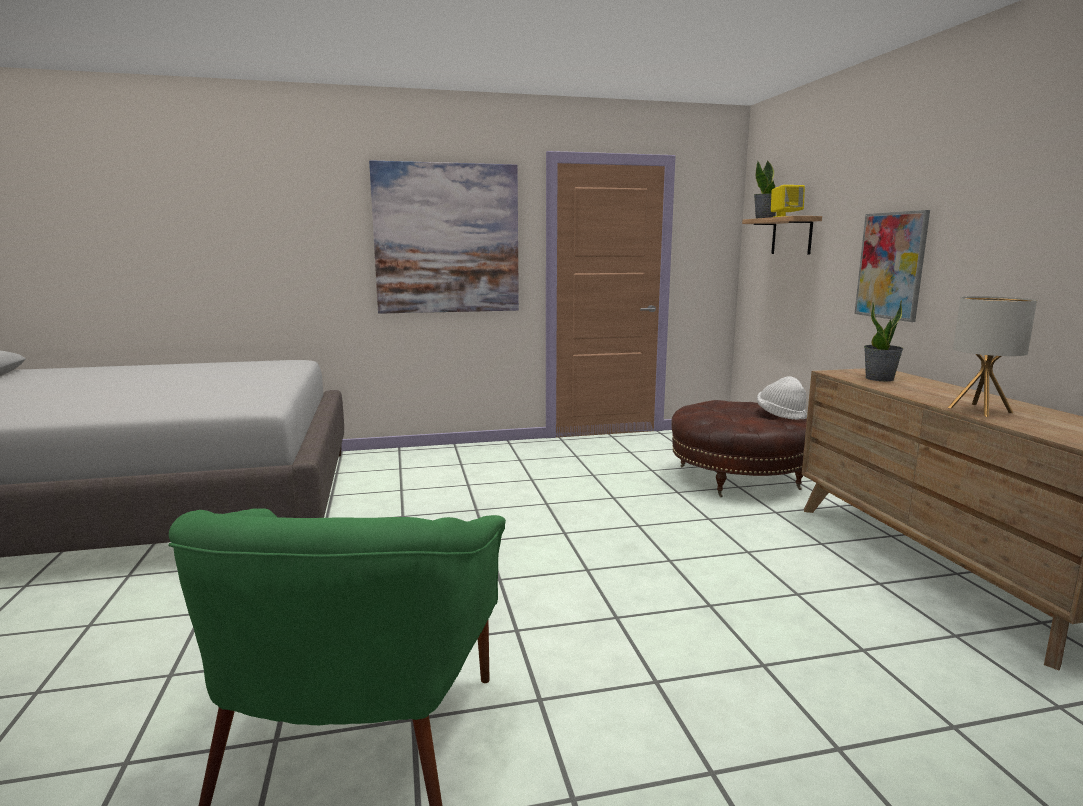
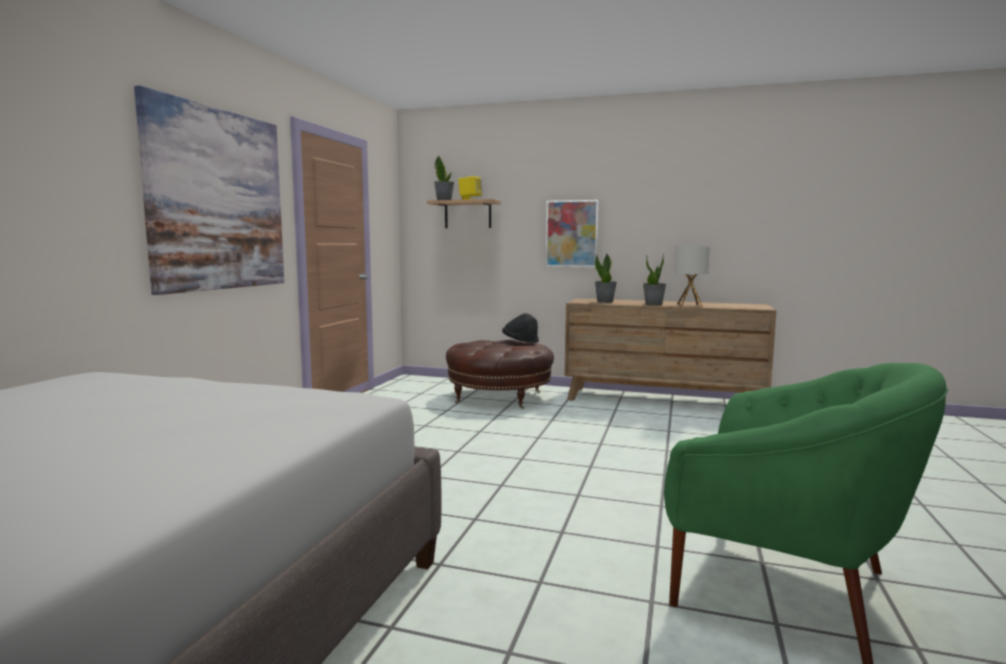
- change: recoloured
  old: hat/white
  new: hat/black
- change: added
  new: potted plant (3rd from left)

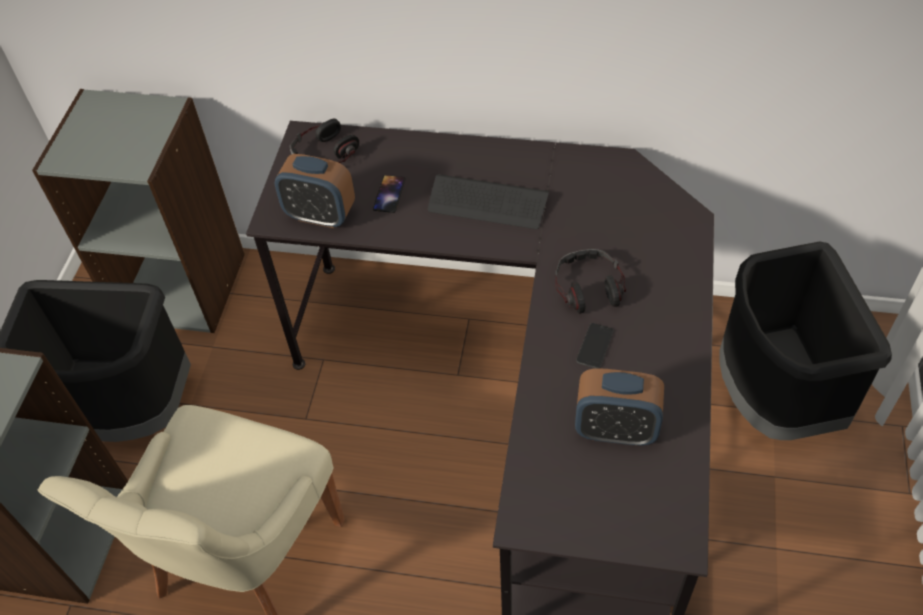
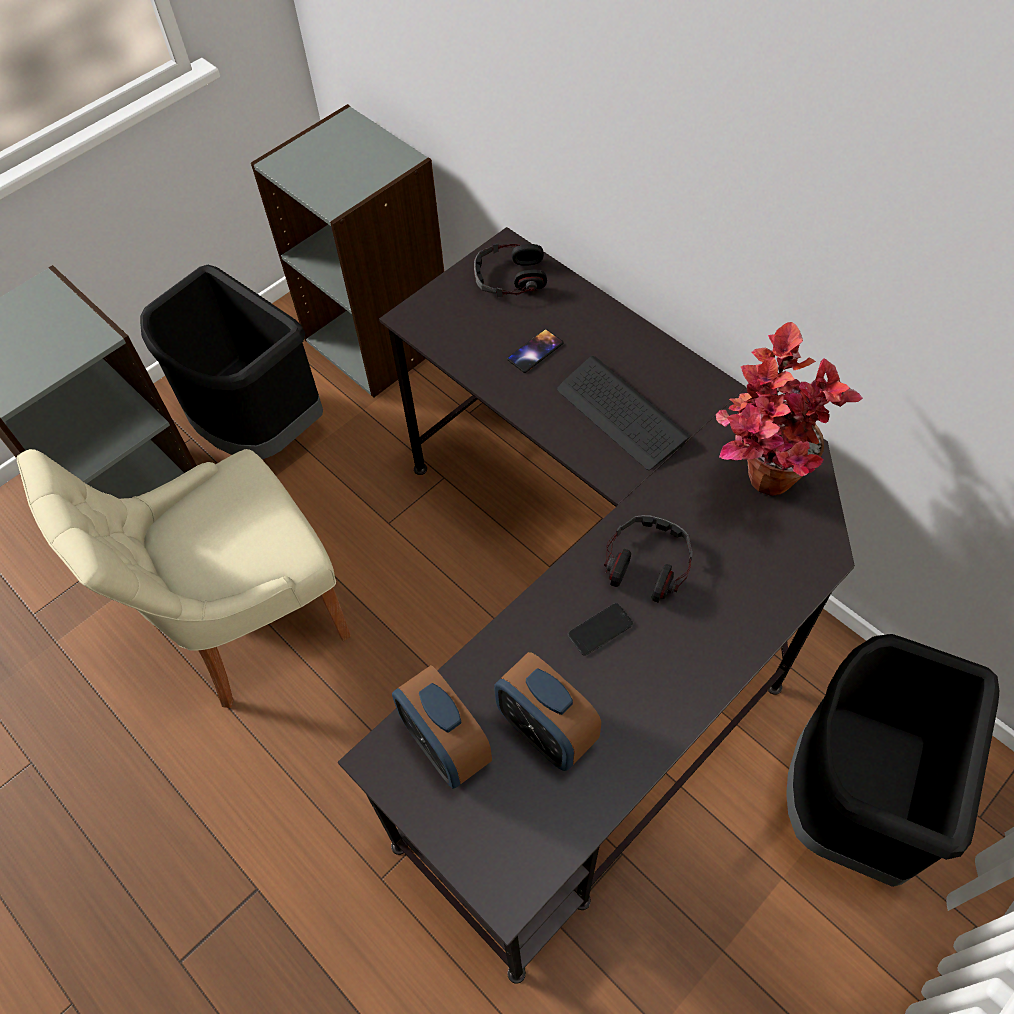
- change: moved
  old: alarm clock (1st from left)
- change: added
  new: potted plant

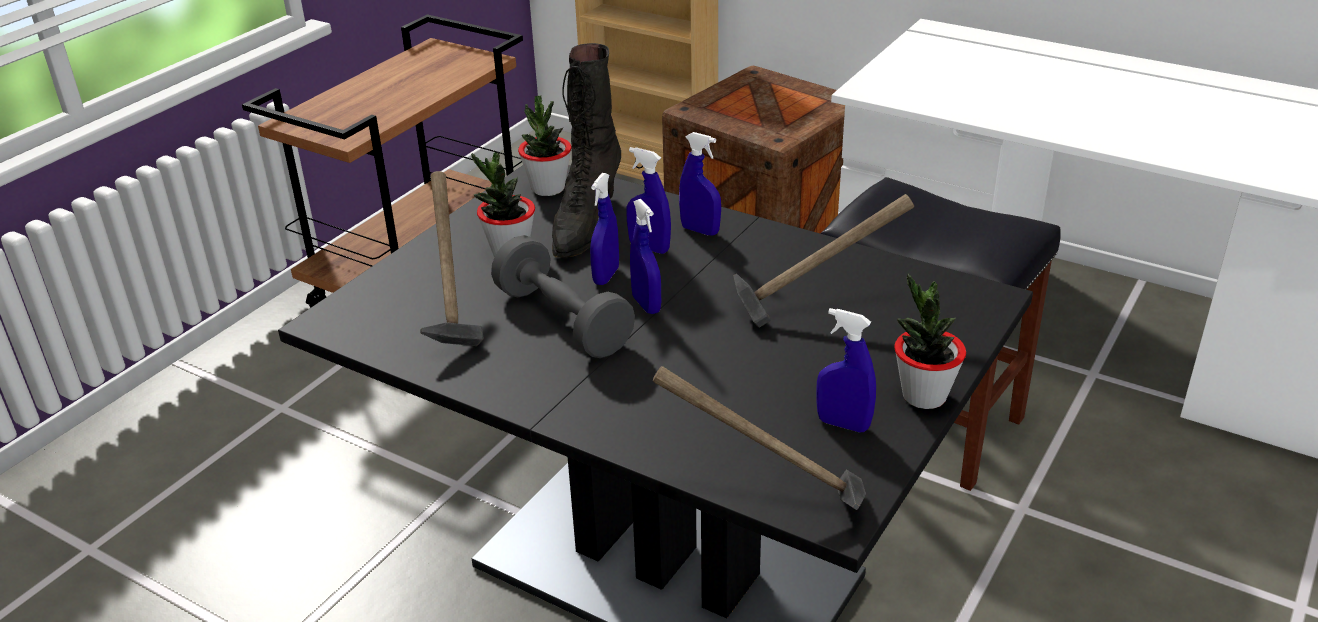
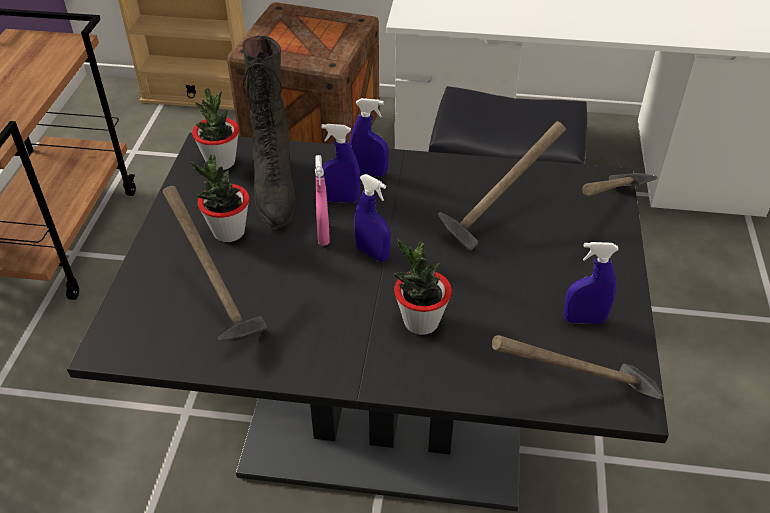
- change: recoloured
  old: spray bottle/blue (1st from left)
  new: spray bottle/pink
- change: removed
  old: dumbbell/grey
- change: moved
  old: potted plant (3rd from left)
- change: added
  new: hammer (4th from left)

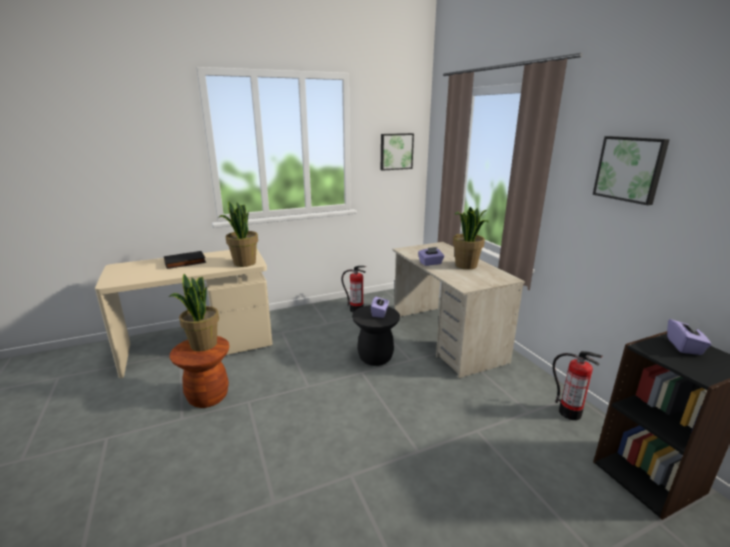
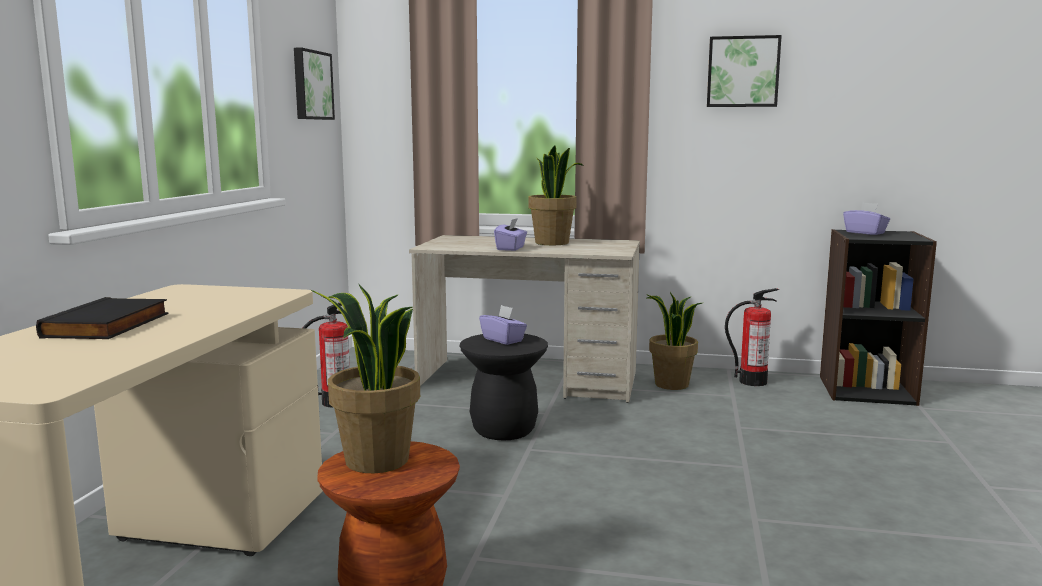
- change: moved
  old: potted plant (2nd from left in the first image)
  new: potted plant (3rd from left)

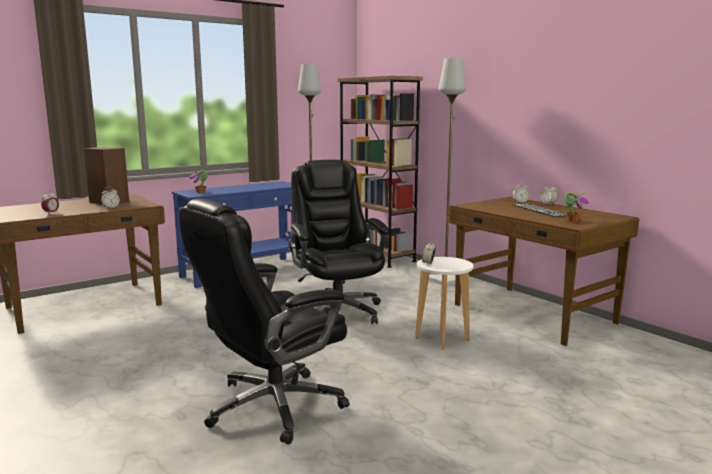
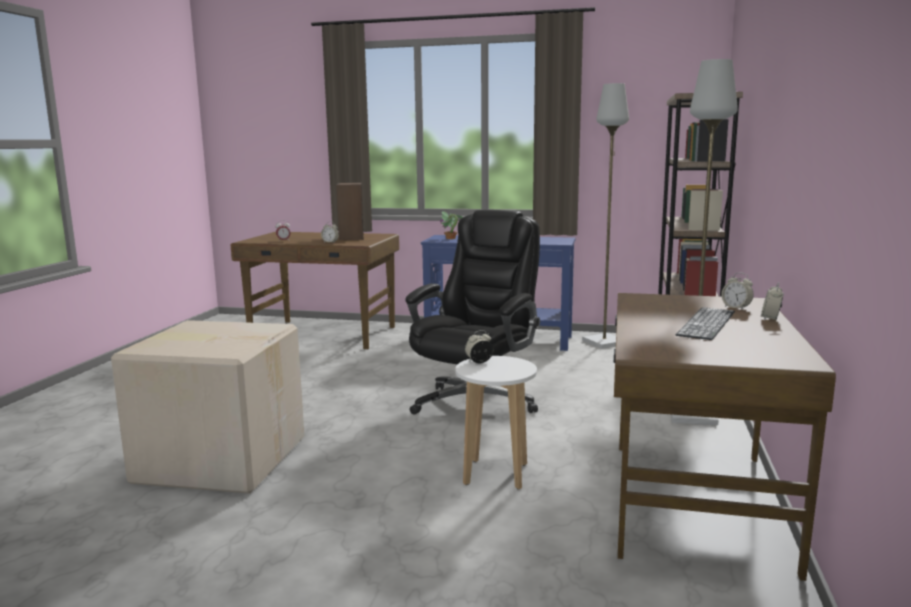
- change: removed
  old: potted plant (2nd from left)
- change: replaced
  old: office chair/black (1st from left)
  new: cardboard box

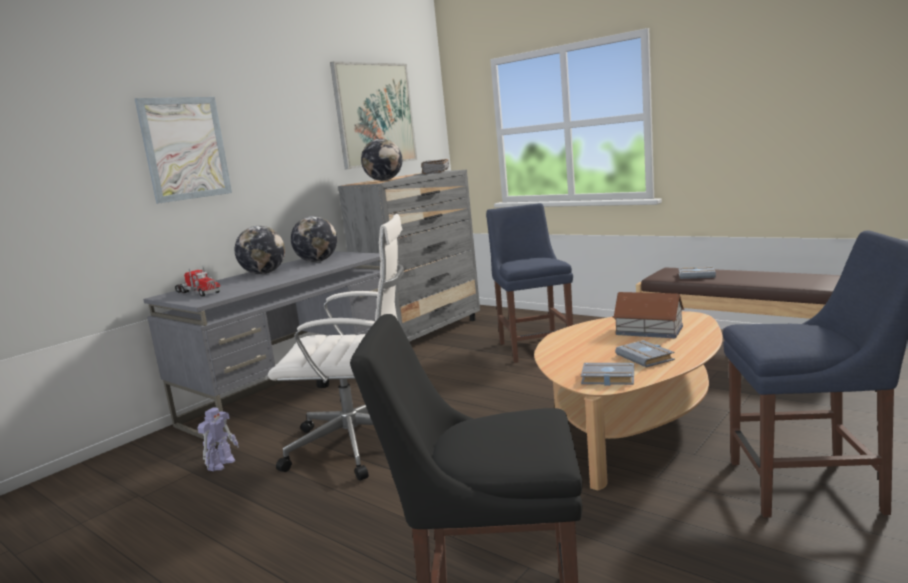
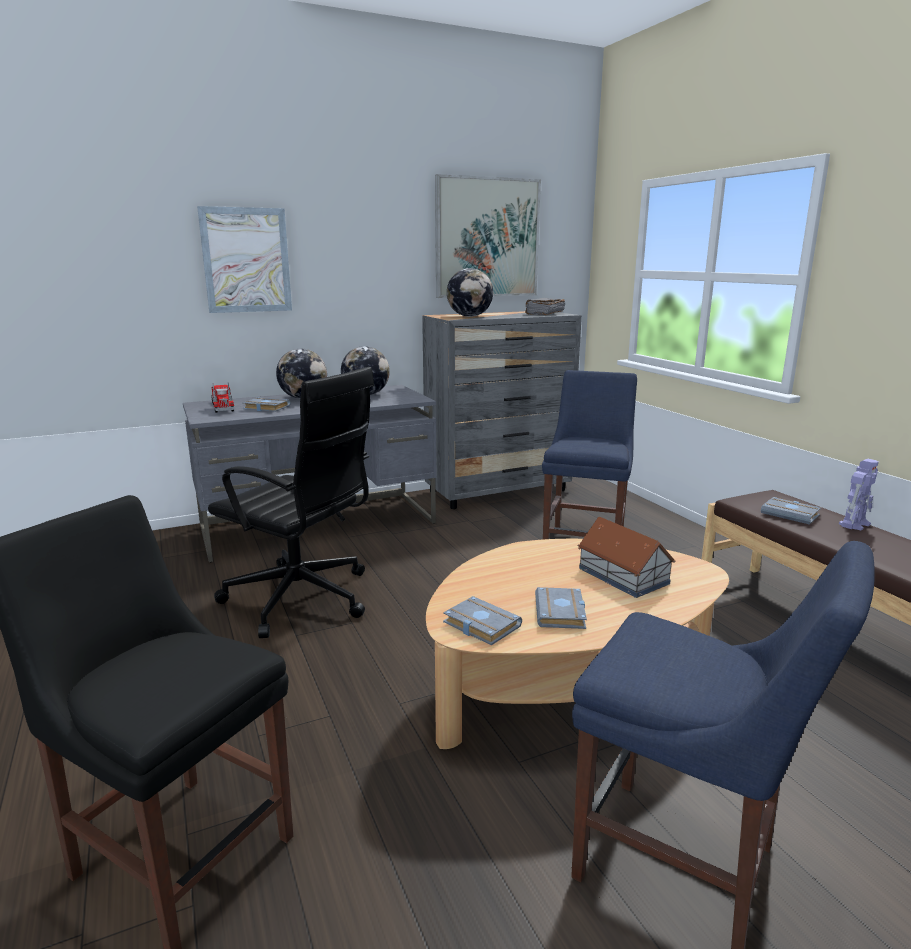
- change: recoloured
  old: office chair/white
  new: office chair/black
- change: moved
  old: toy robot
- change: added
  new: book/grey (1st from left)

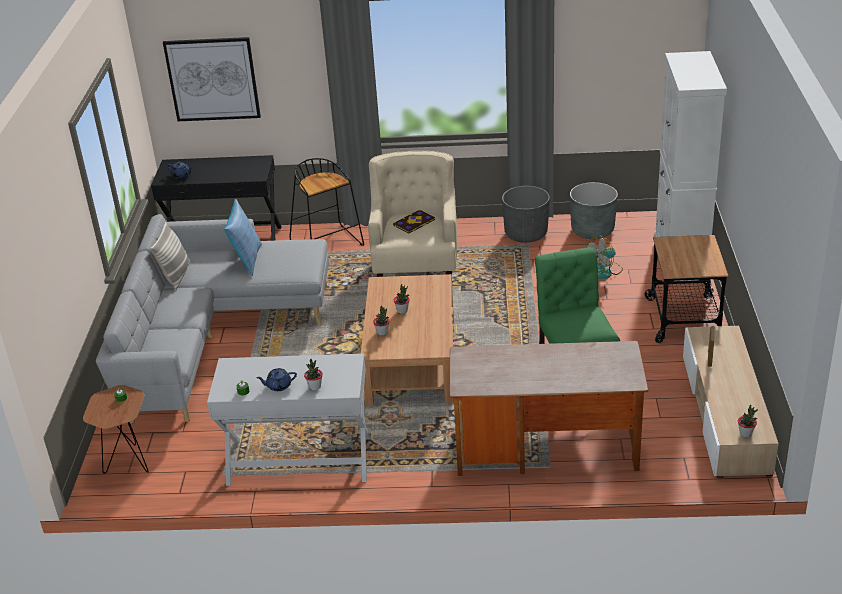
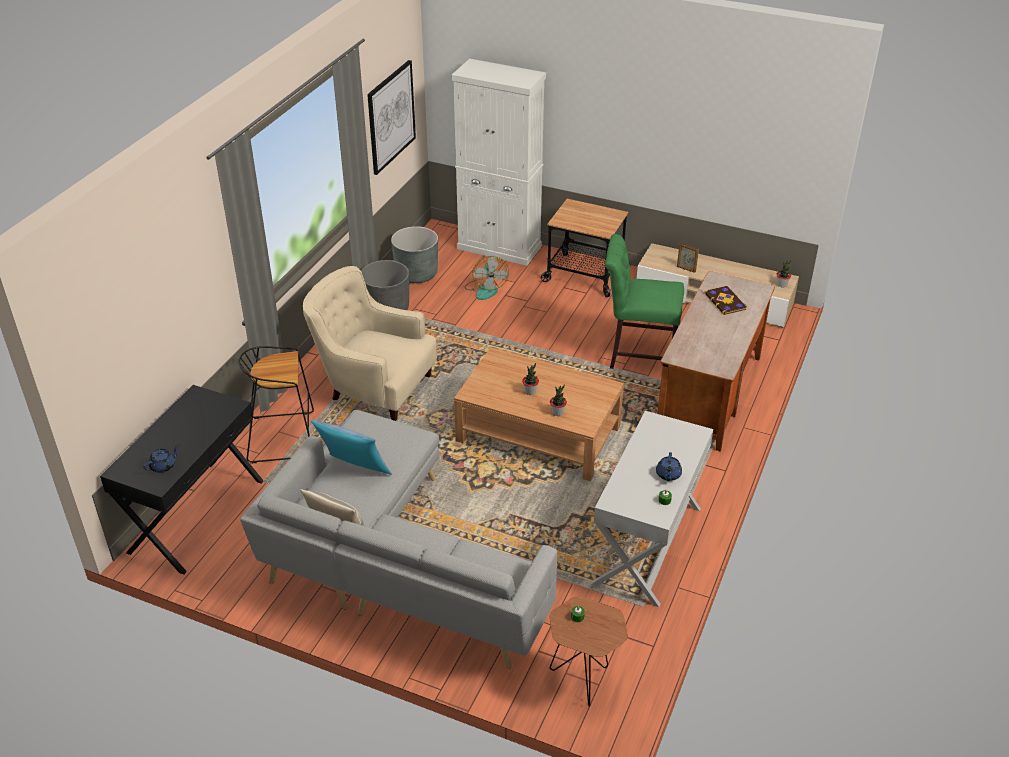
- change: moved
  old: picture
- change: moved
  old: book
- change: removed
  old: potted plant (1st from left)

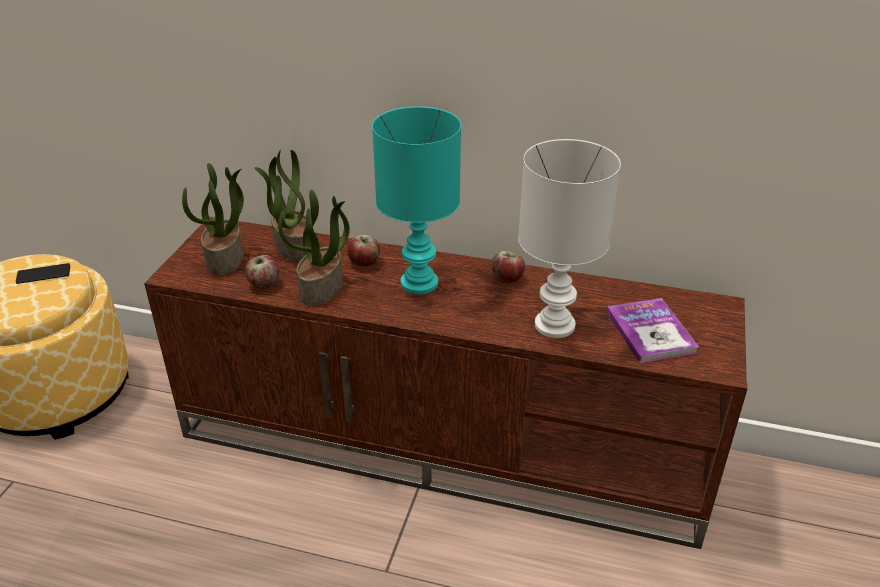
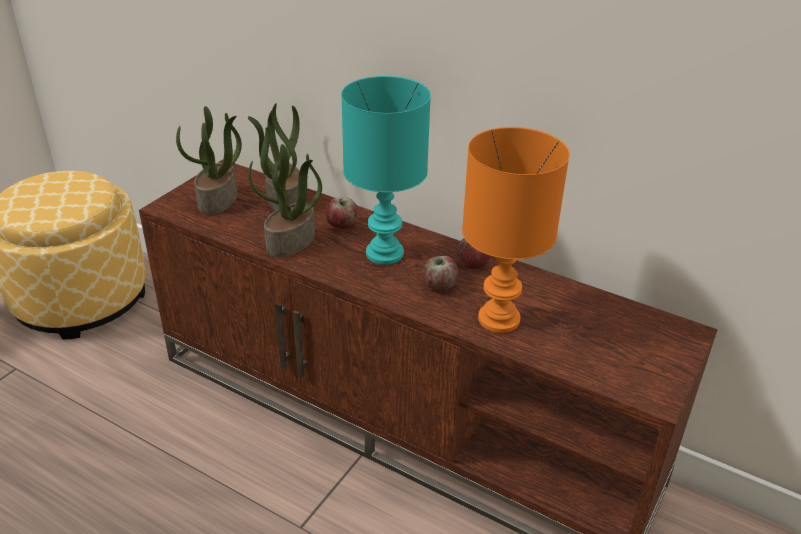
- change: recoloured
  old: table lamp/white
  new: table lamp/orange
- change: moved
  old: apple (1st from left in the first image)
  new: apple (2nd from left)
- change: removed
  old: phone
- change: removed
  old: book

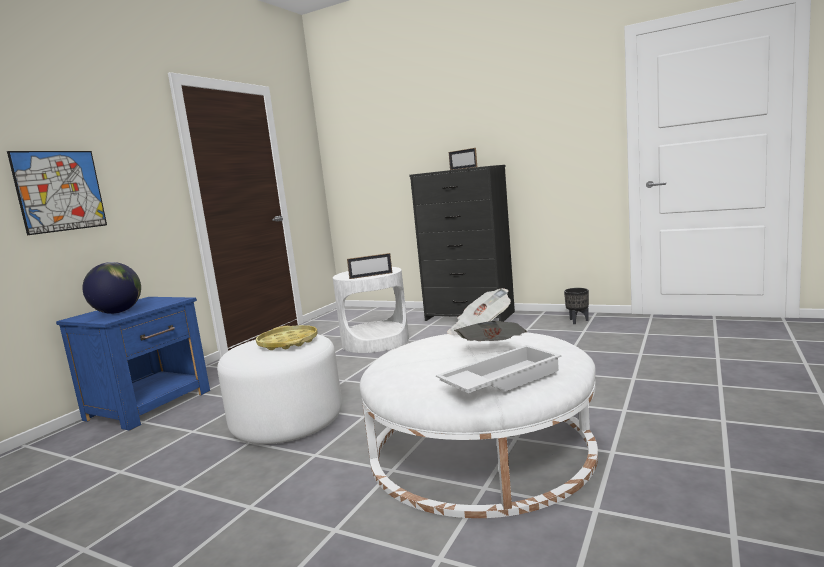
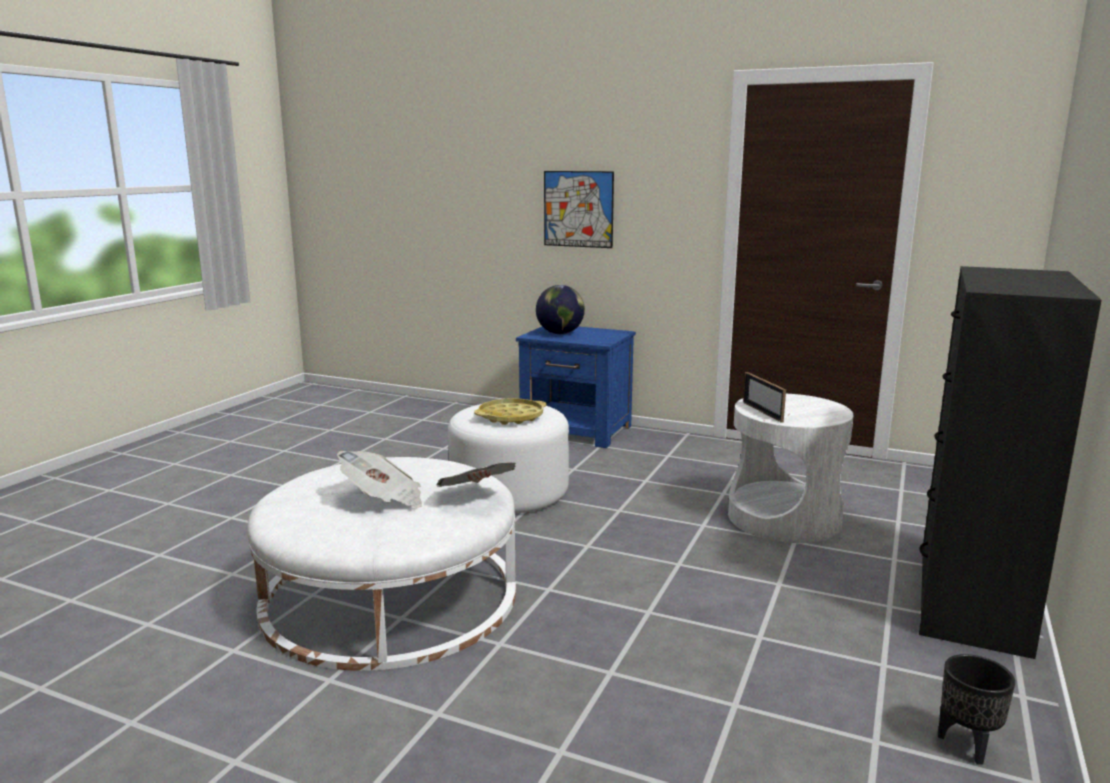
- change: removed
  old: picture frame (2nd from left)
- change: removed
  old: tray/white

